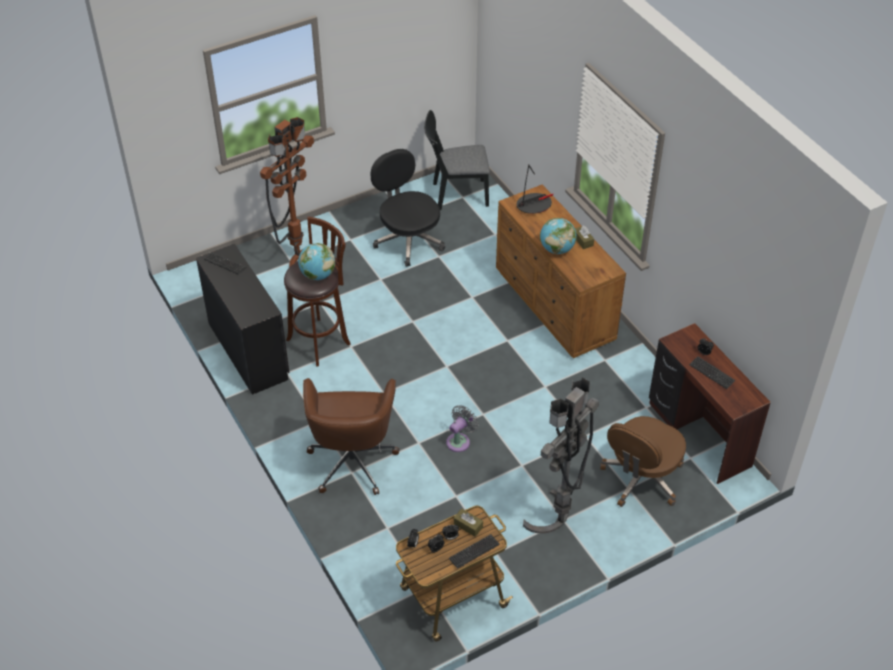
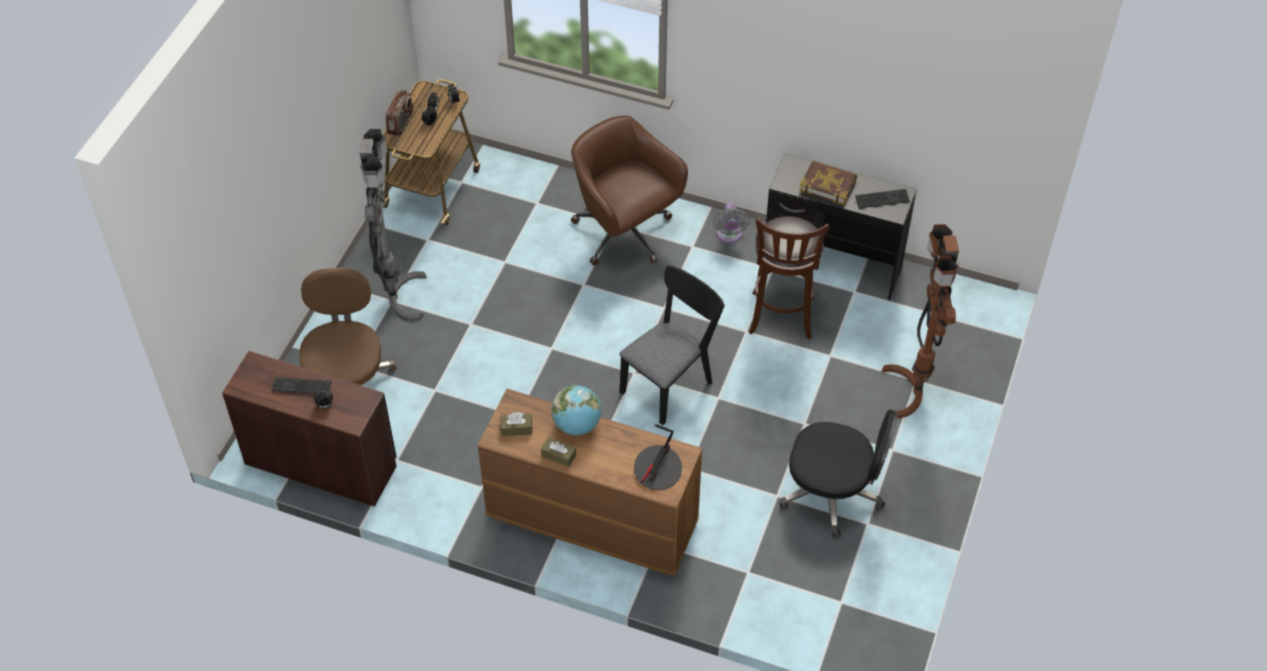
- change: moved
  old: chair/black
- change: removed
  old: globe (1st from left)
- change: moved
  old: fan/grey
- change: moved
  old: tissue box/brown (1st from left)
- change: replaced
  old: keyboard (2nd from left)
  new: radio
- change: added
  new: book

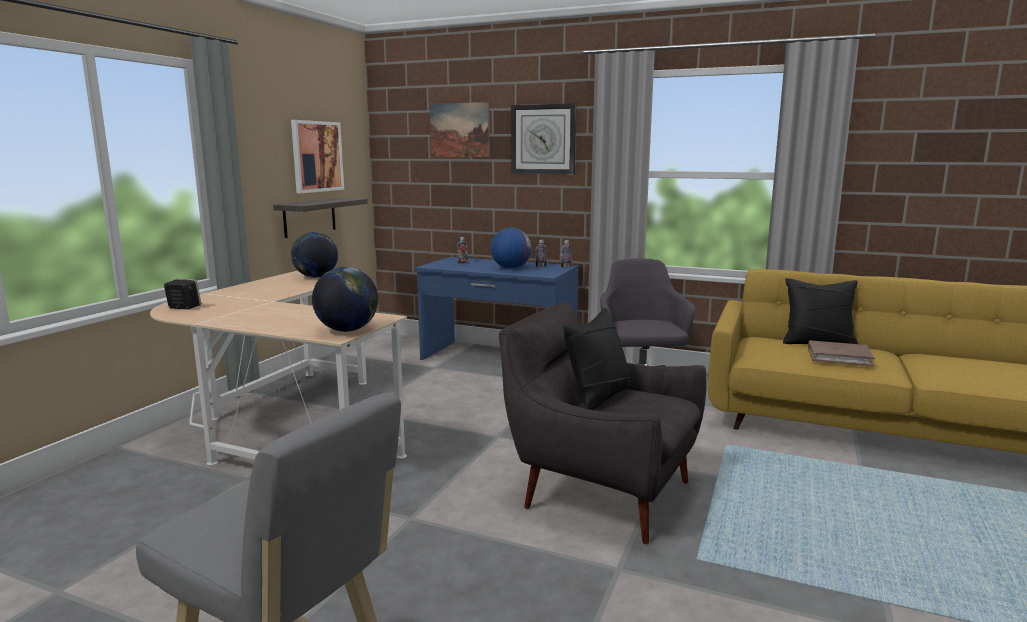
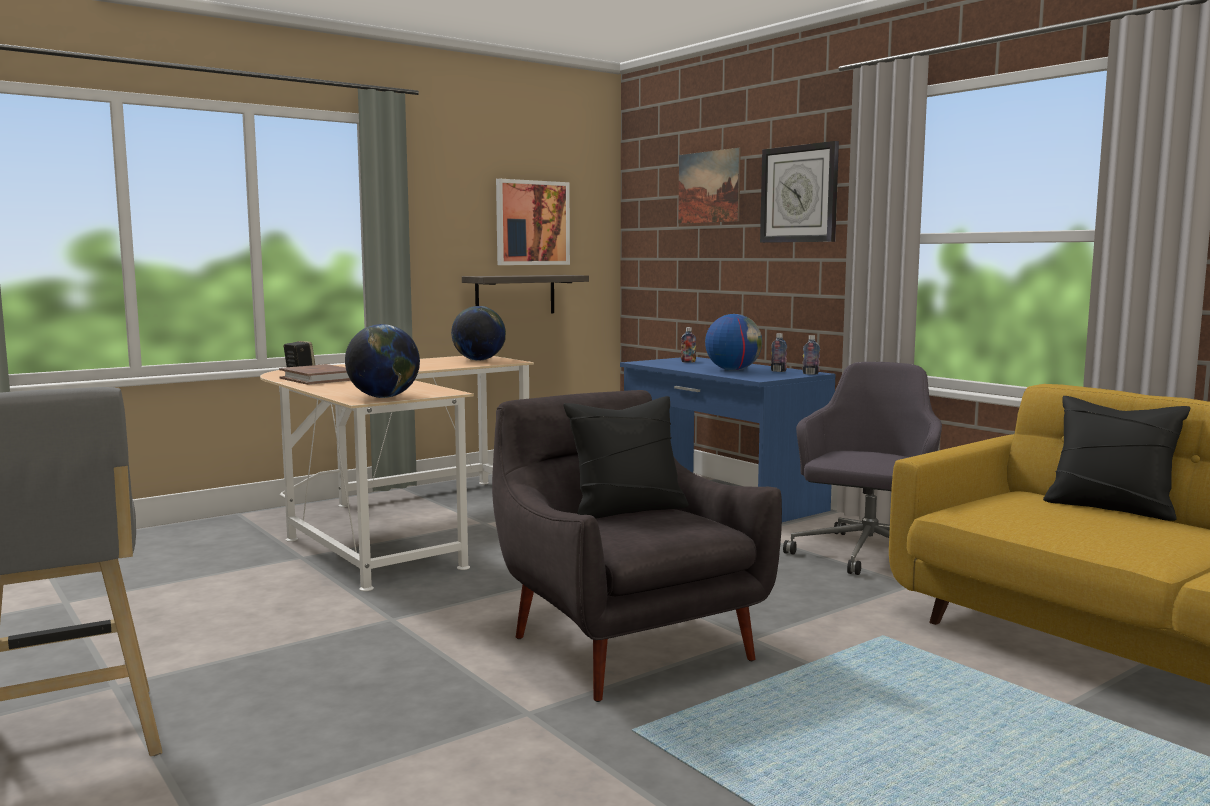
- change: moved
  old: book/brown

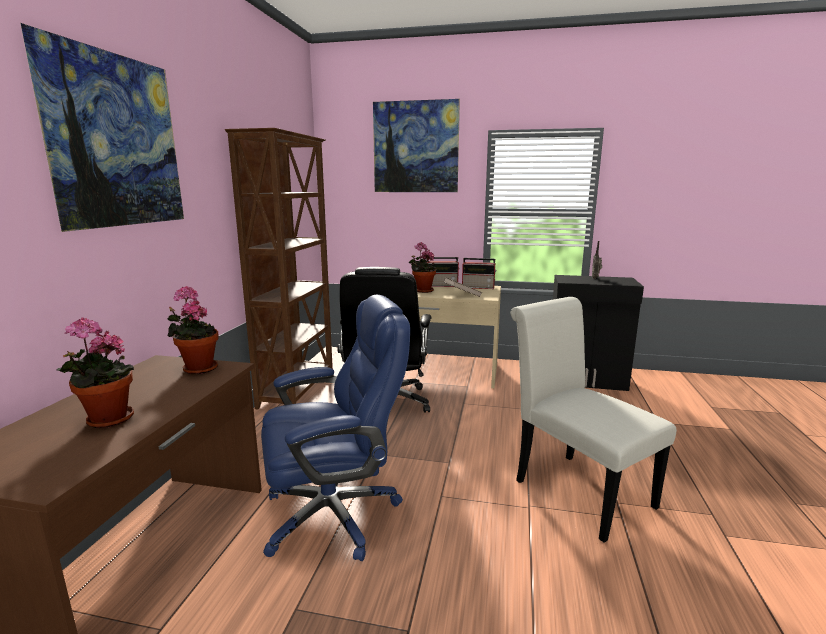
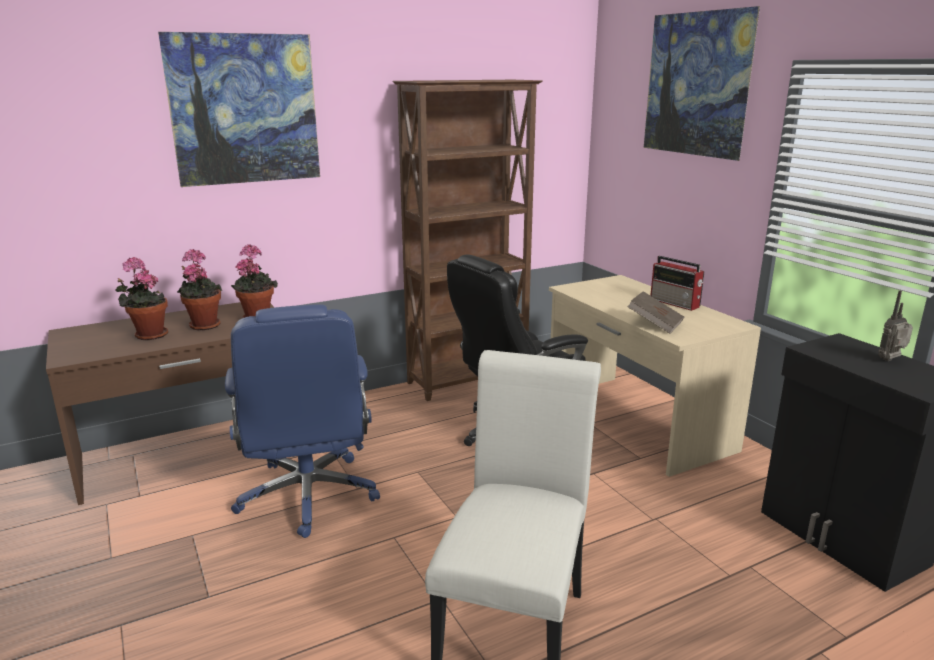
- change: moved
  old: potted plant (3rd from left in the first image)
  new: potted plant (2nd from left)
- change: removed
  old: radio (2nd from left)
- change: turned
  old: office chair/blue
  degrees: 45

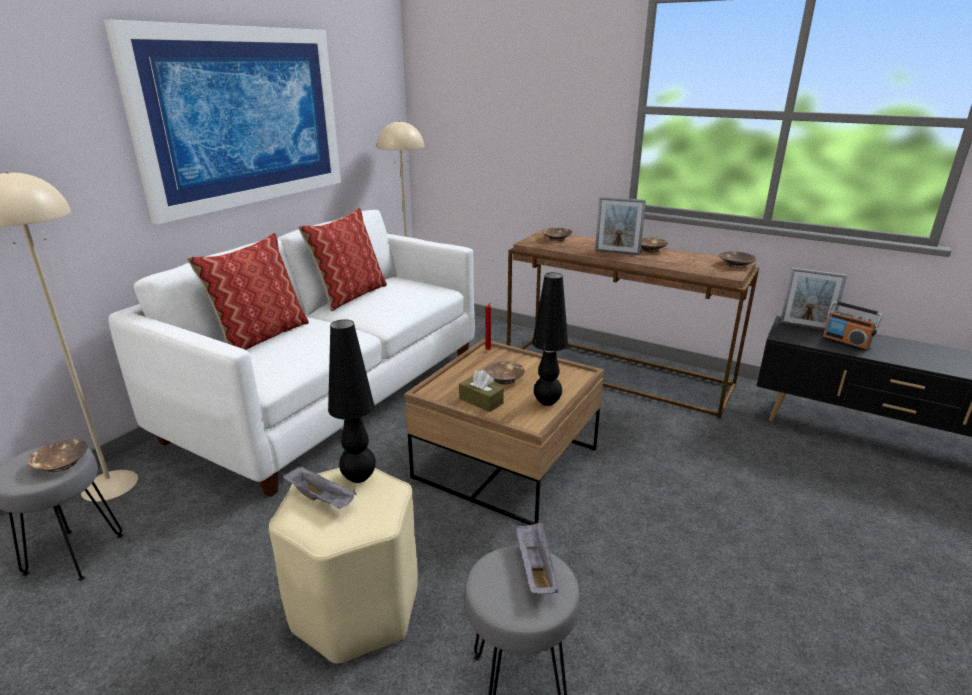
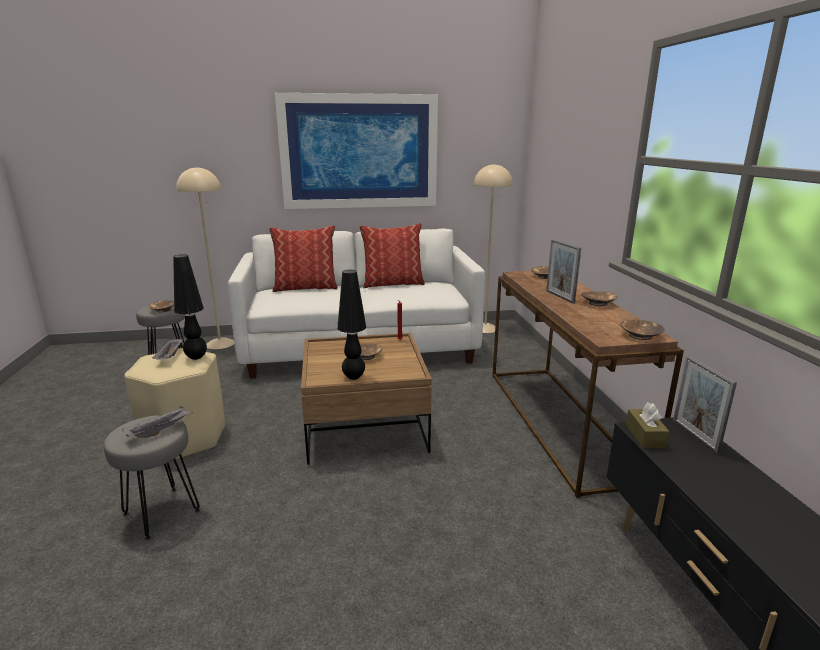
- change: removed
  old: radio
- change: moved
  old: tissue box/brown

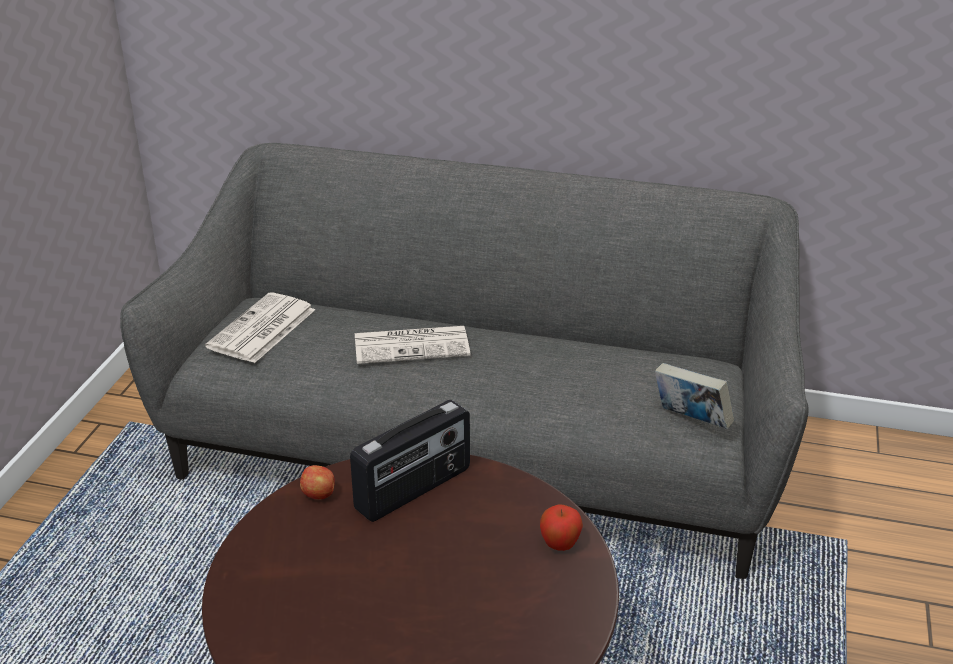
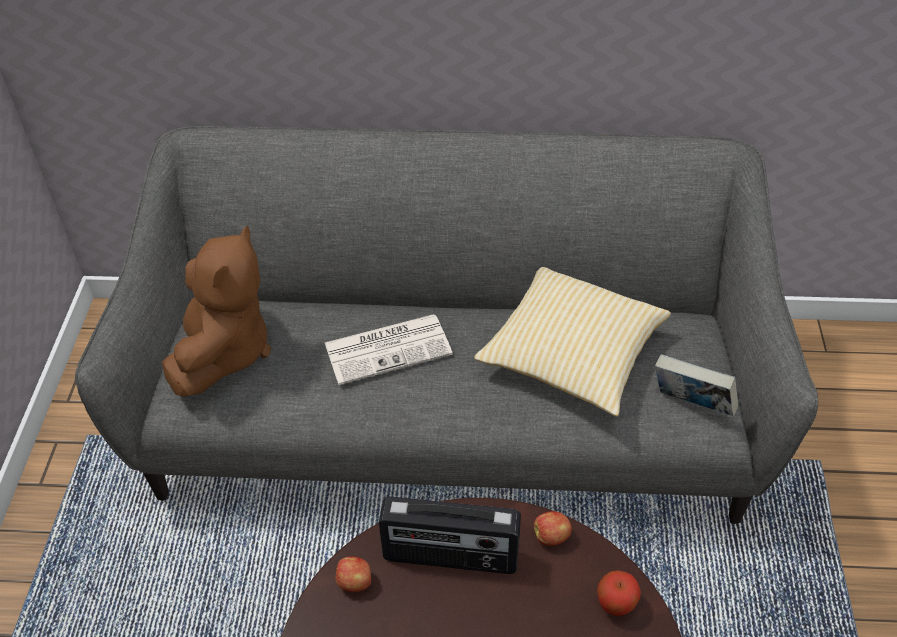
- change: replaced
  old: newspaper (1st from left)
  new: plush toy/brown
- change: turned
  old: radio
  degrees: 60
- change: added
  new: pillow
- change: added
  new: apple (2nd from left)

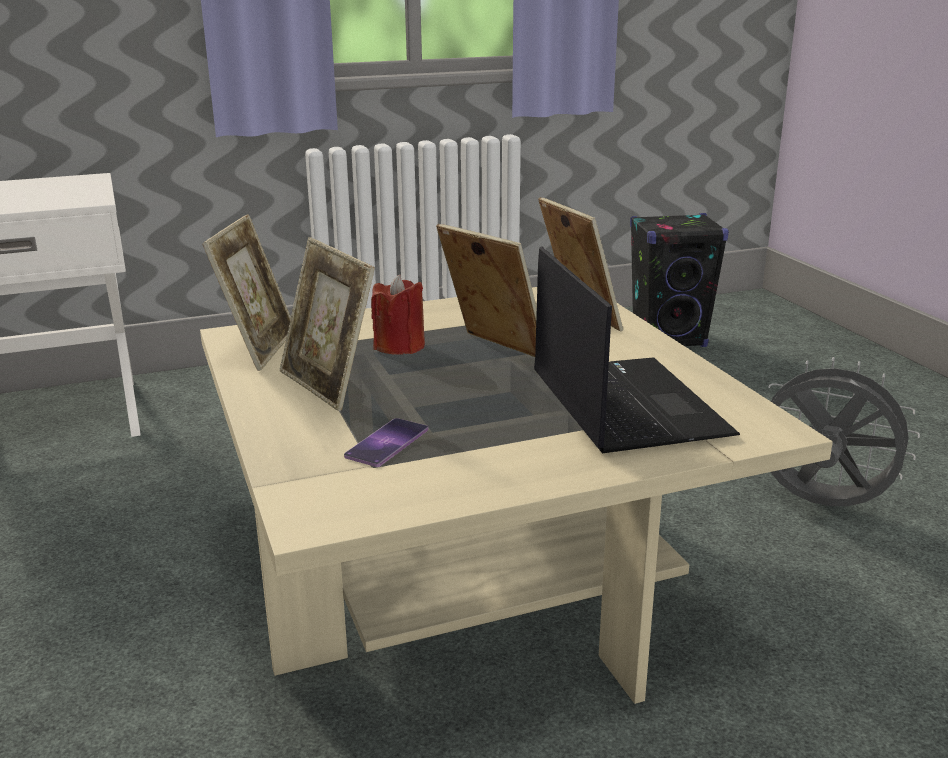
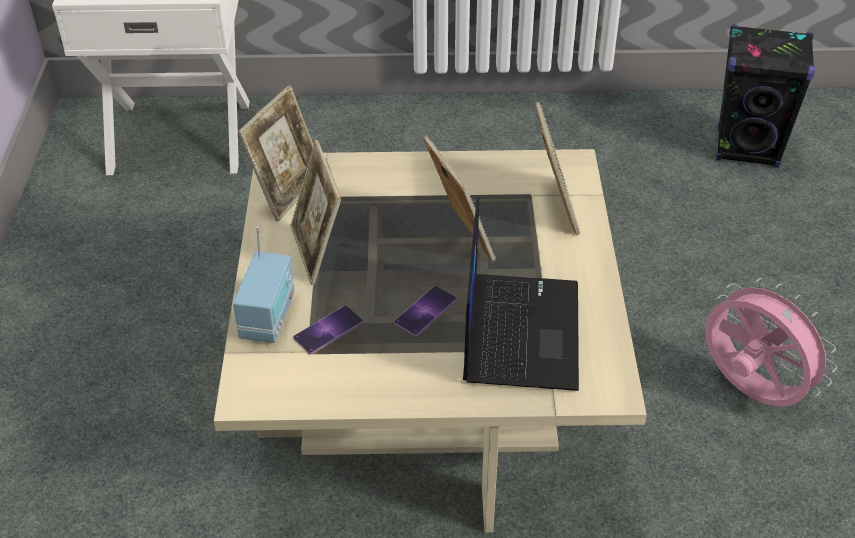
- change: removed
  old: candle/red
- change: recoloured
  old: fan/grey
  new: fan/pink
- change: added
  new: radio
- change: added
  new: phone (2nd from left)

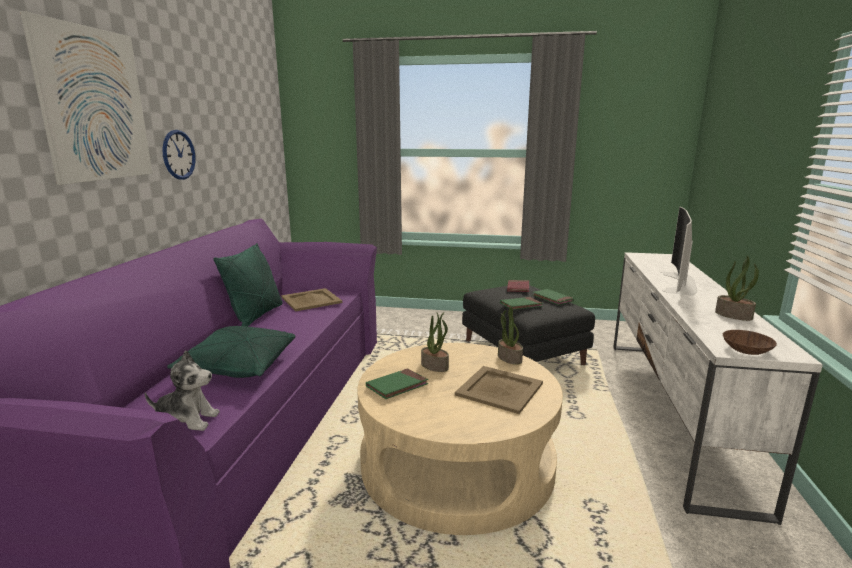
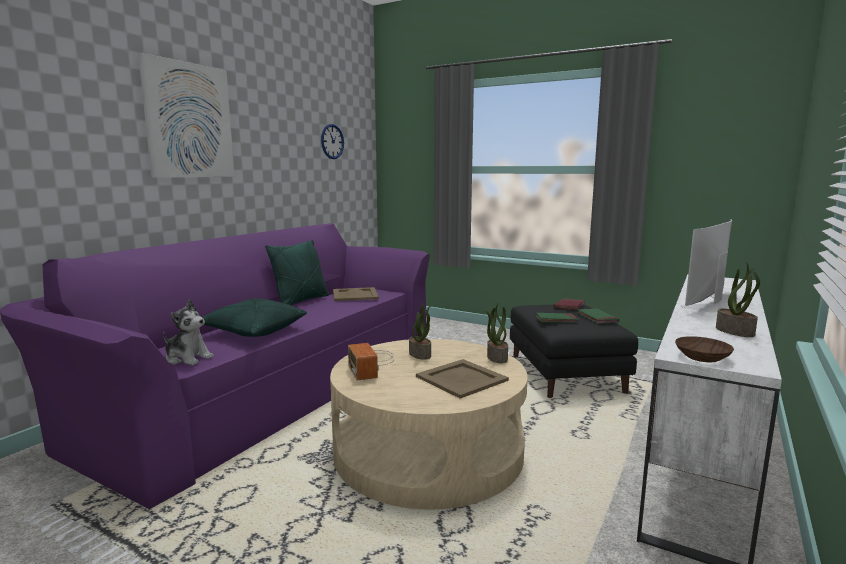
- change: moved
  old: wall clock
- change: replaced
  old: book/green (1st from left)
  new: radio

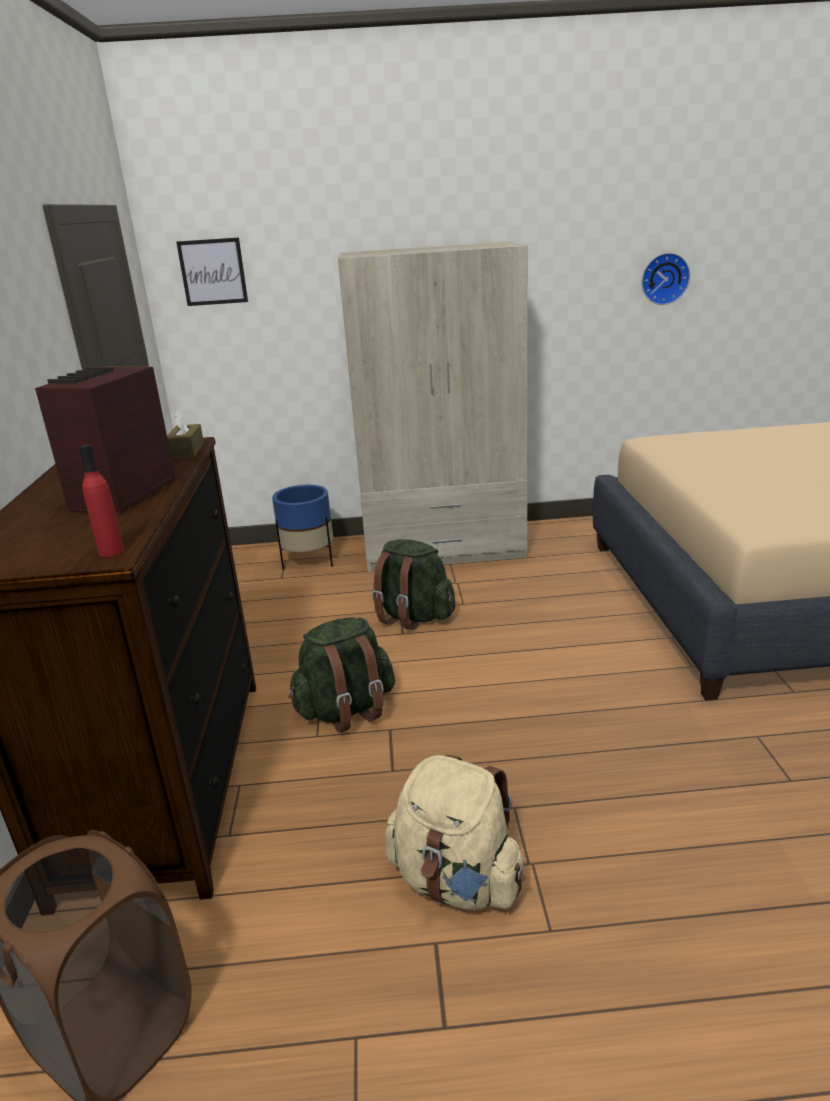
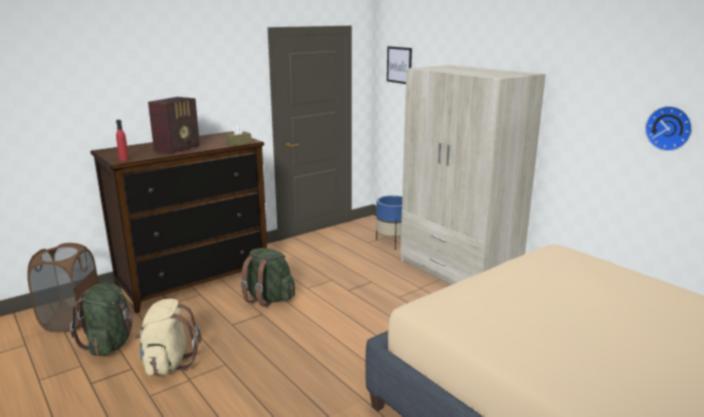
- change: turned
  old: radio
  degrees: 135
- change: moved
  old: backpack/green (2nd from left in the first image)
  new: backpack/green (1st from left)

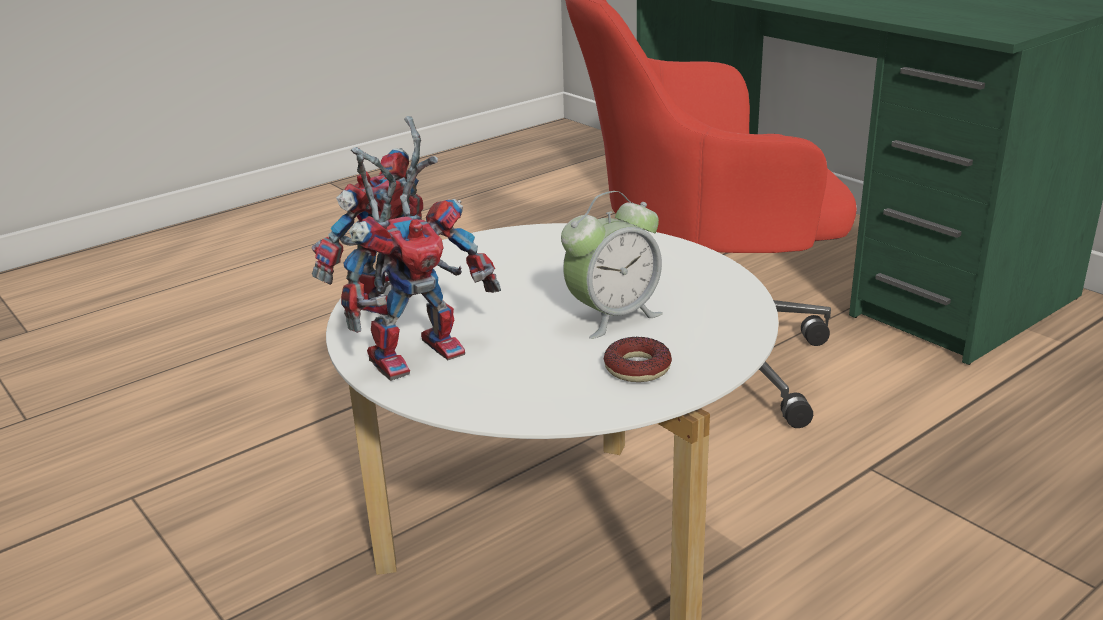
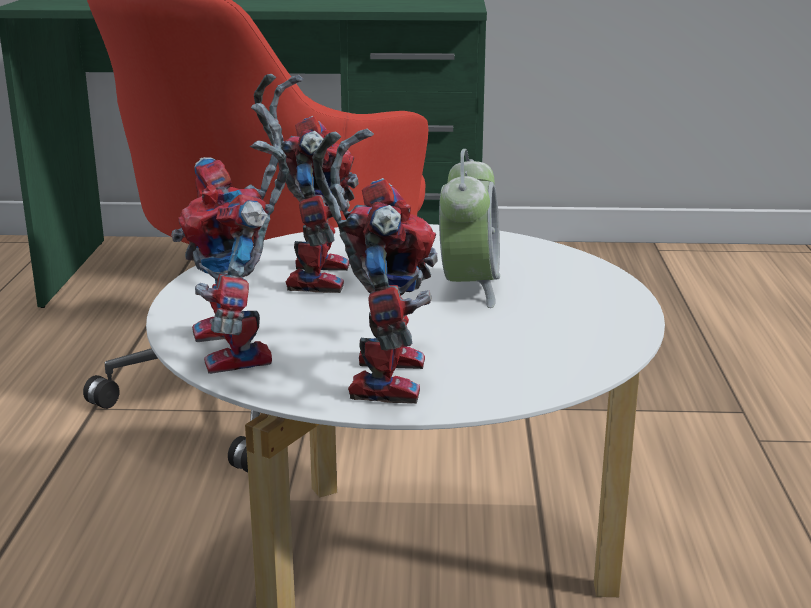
- change: removed
  old: donut
- change: added
  new: toy robot (2nd from left)

